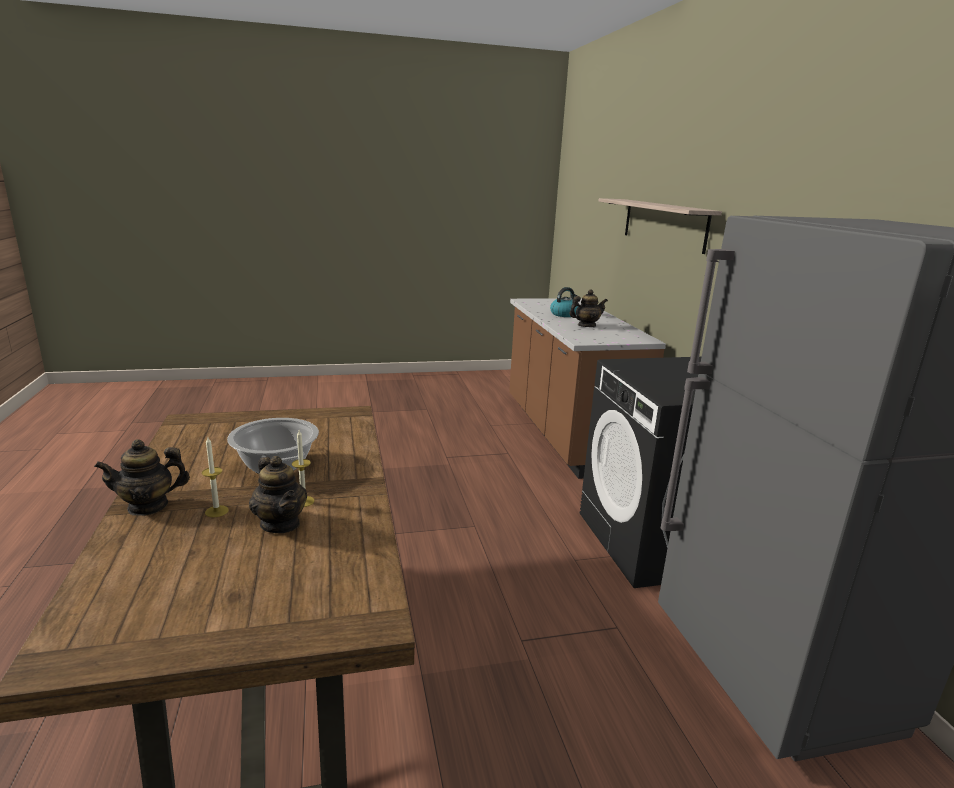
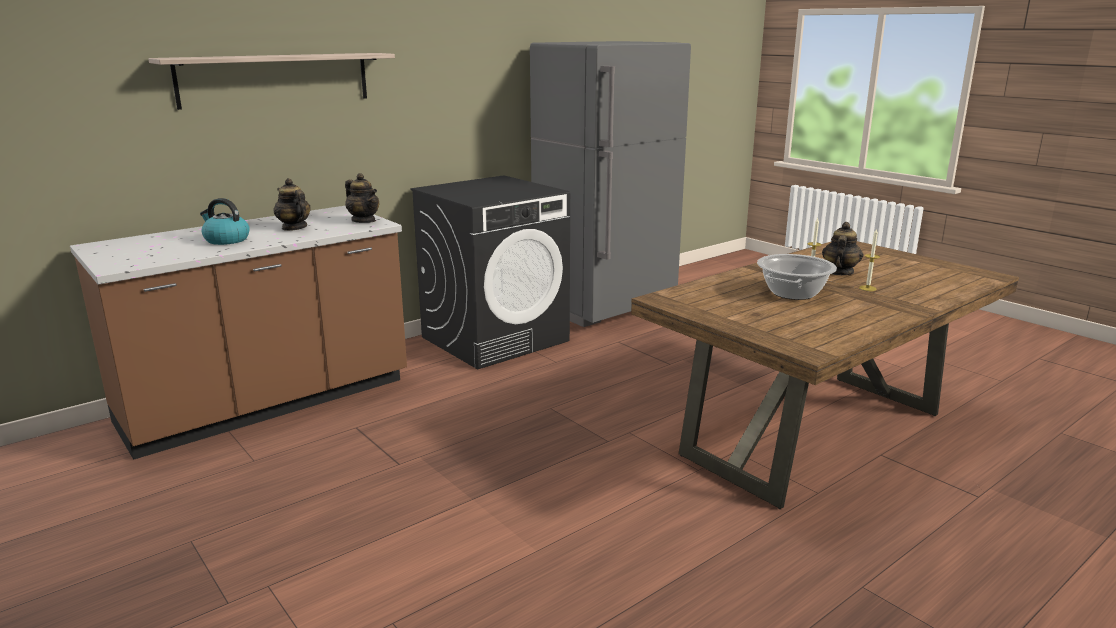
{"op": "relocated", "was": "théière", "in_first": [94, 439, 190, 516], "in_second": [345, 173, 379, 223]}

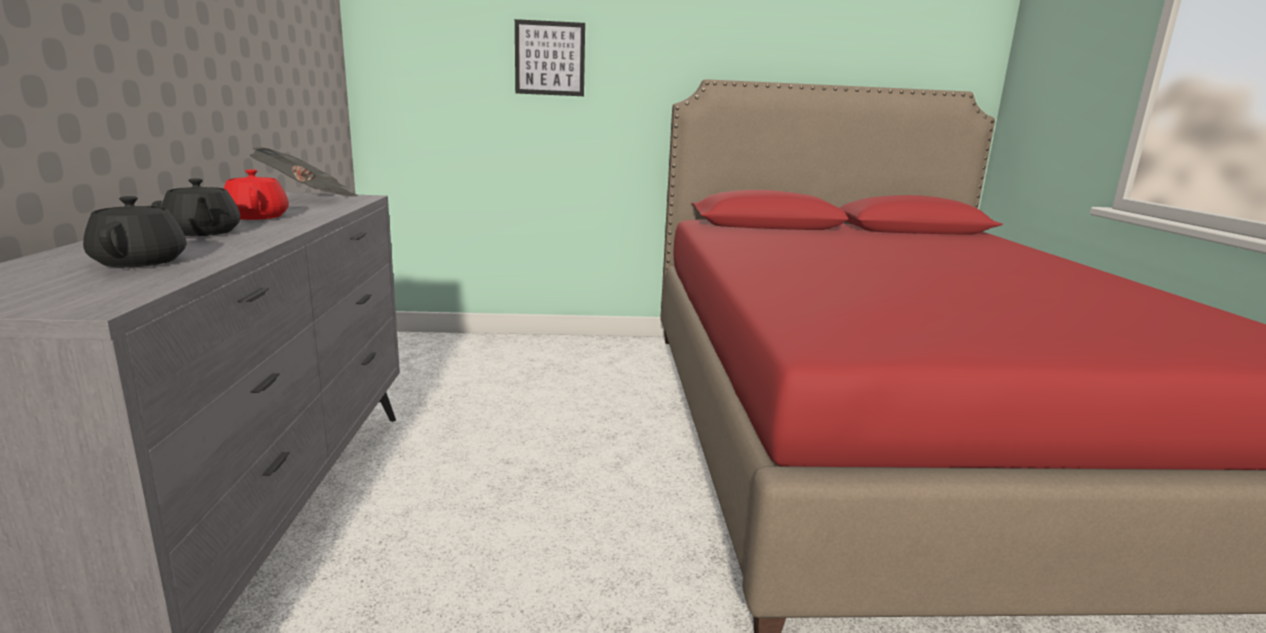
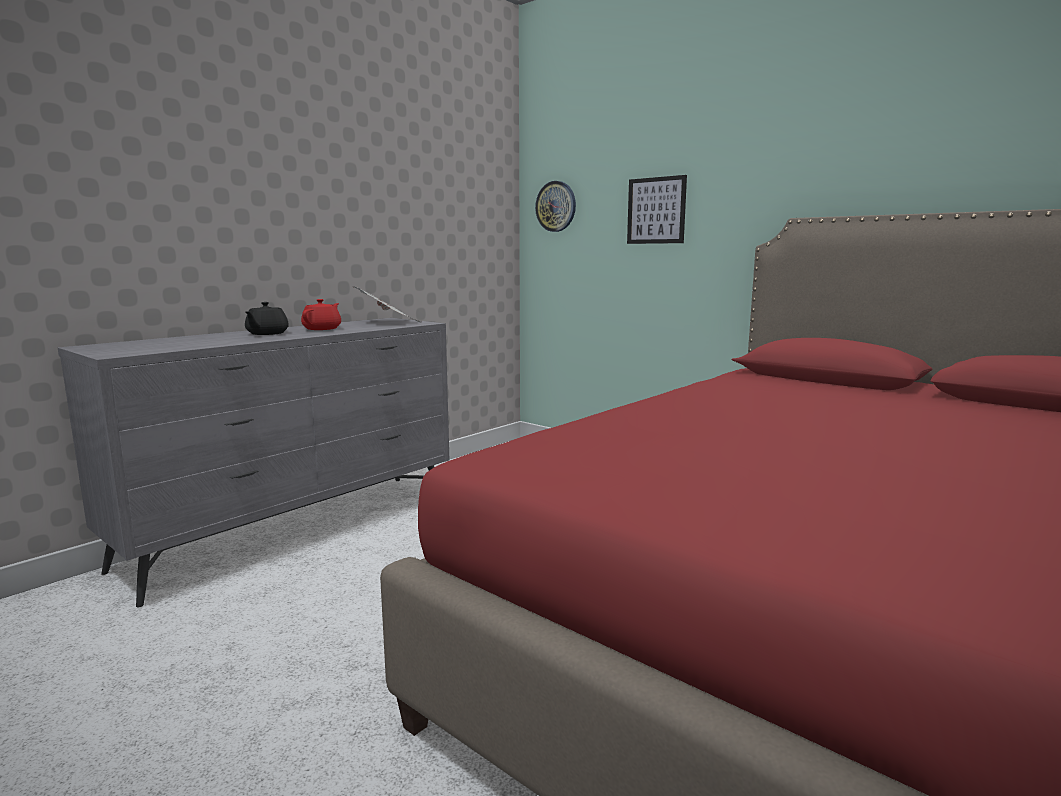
{"op": "missing", "was": "théière/noir", "in_first": [83, 196, 187, 267]}
{"op": "appeared", "now": "horloge murale", "in_second": [535, 181, 576, 232]}

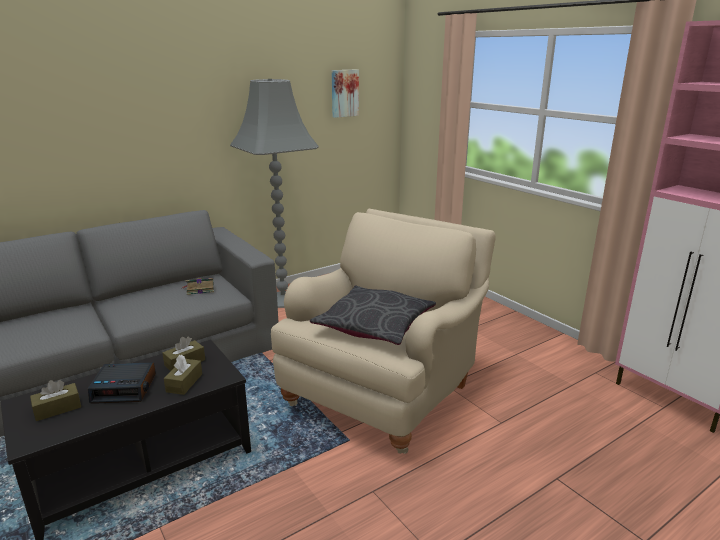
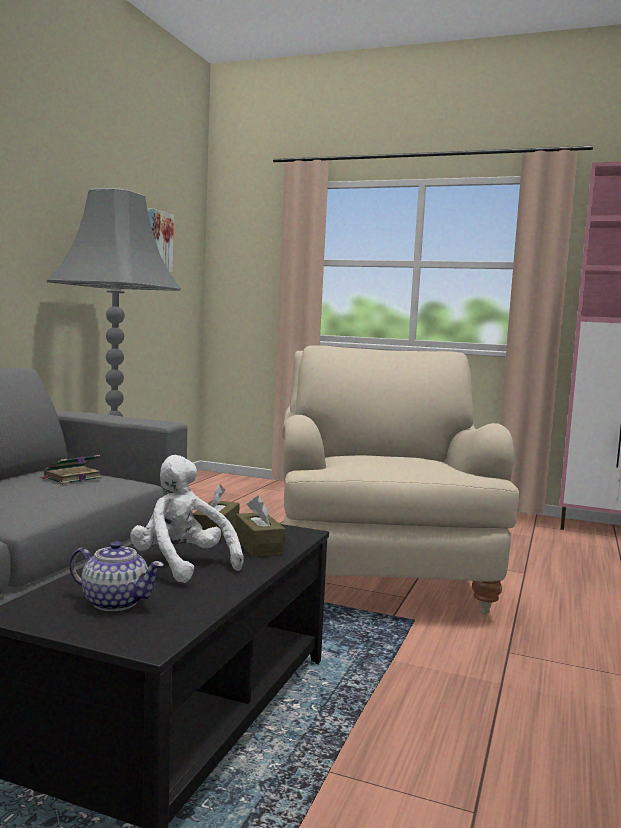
{"op": "exchanged", "was": "boîte à mouchoirs/marron", "now": "théière", "in_first": [30, 380, 81, 421], "in_second": [69, 541, 164, 611]}
{"op": "exchanged", "was": "réveil", "now": "peluche/blanc", "in_first": [88, 362, 156, 404], "in_second": [130, 455, 244, 583]}
{"op": "missing", "was": "coussin/gris", "in_first": [310, 286, 436, 345]}

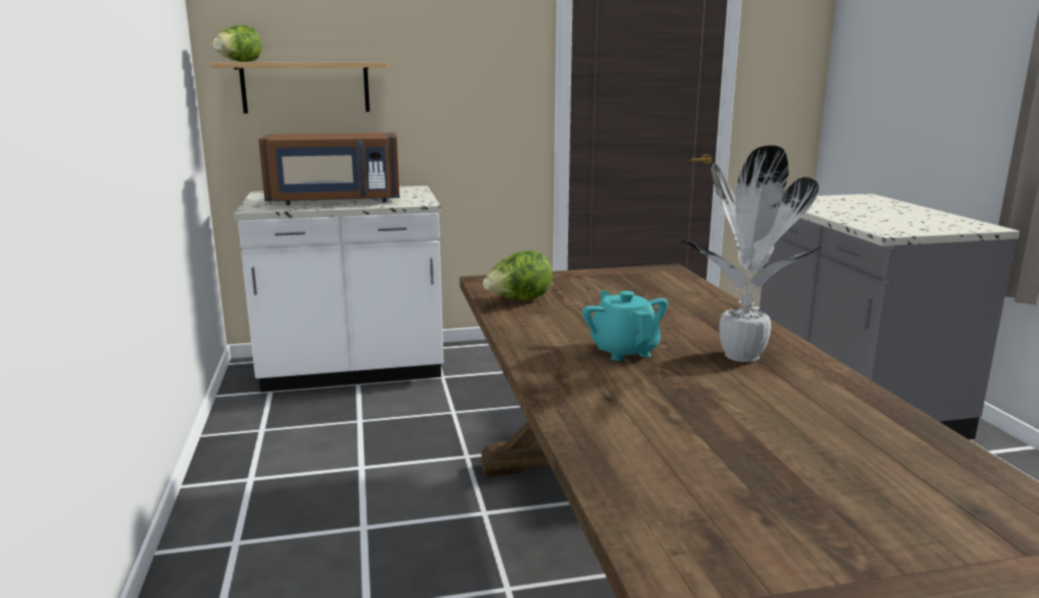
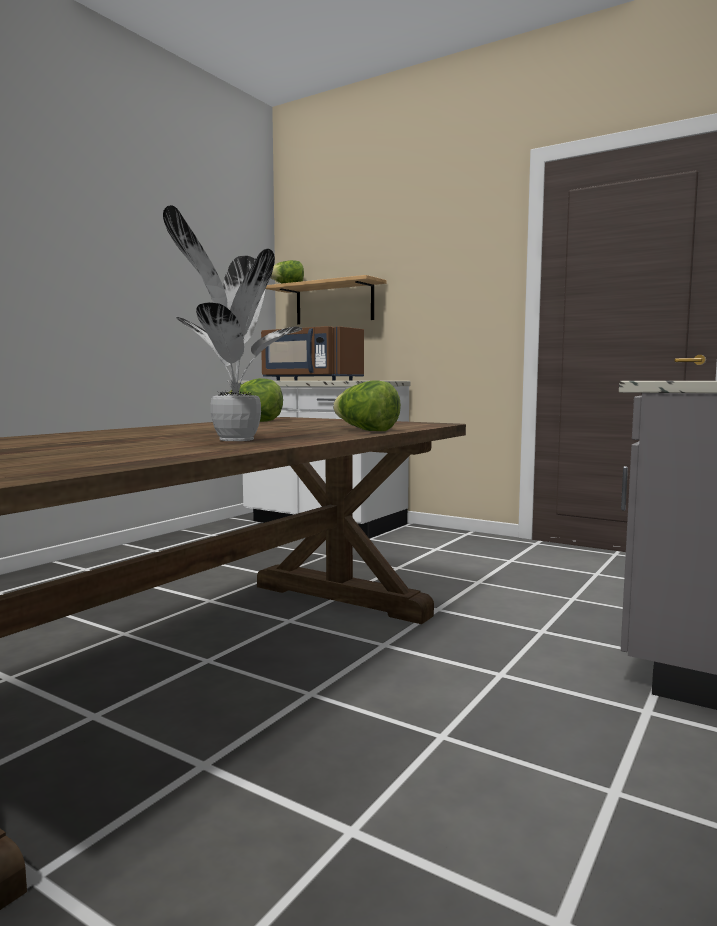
{"op": "missing", "was": "théière/turquoise", "in_first": [582, 291, 668, 361]}
{"op": "appeared", "now": "laitue", "in_second": [333, 381, 401, 431]}

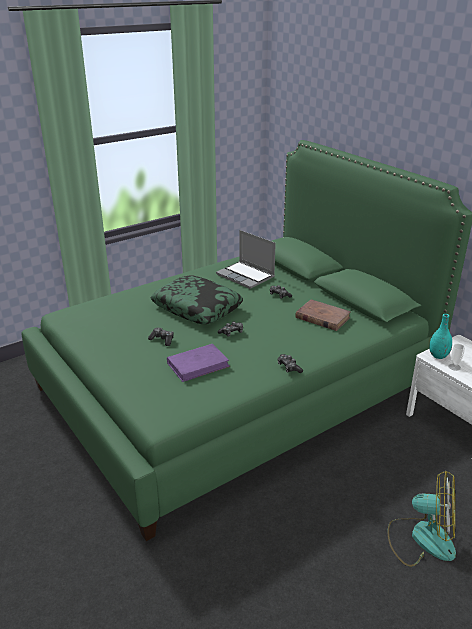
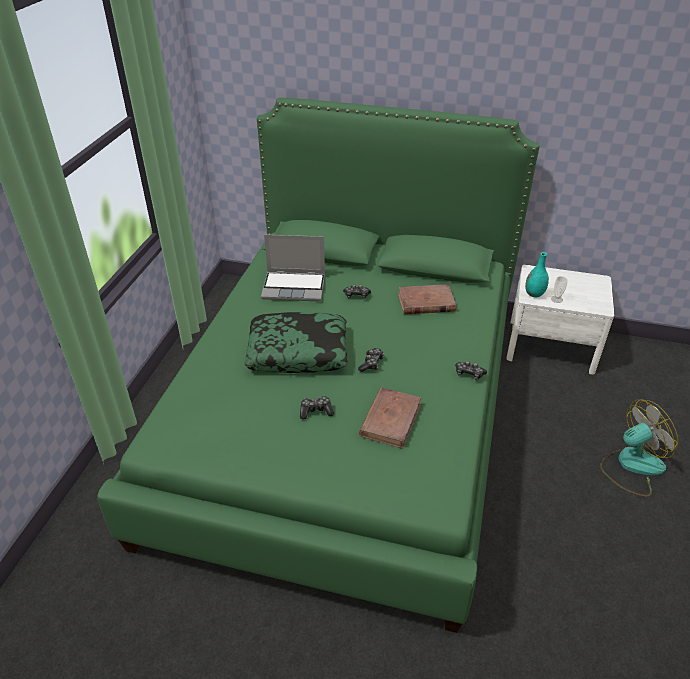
{"op": "colour", "was": "livre/violet", "now": "livre/marron", "in_first": [167, 344, 230, 382], "in_second": [359, 387, 422, 449]}

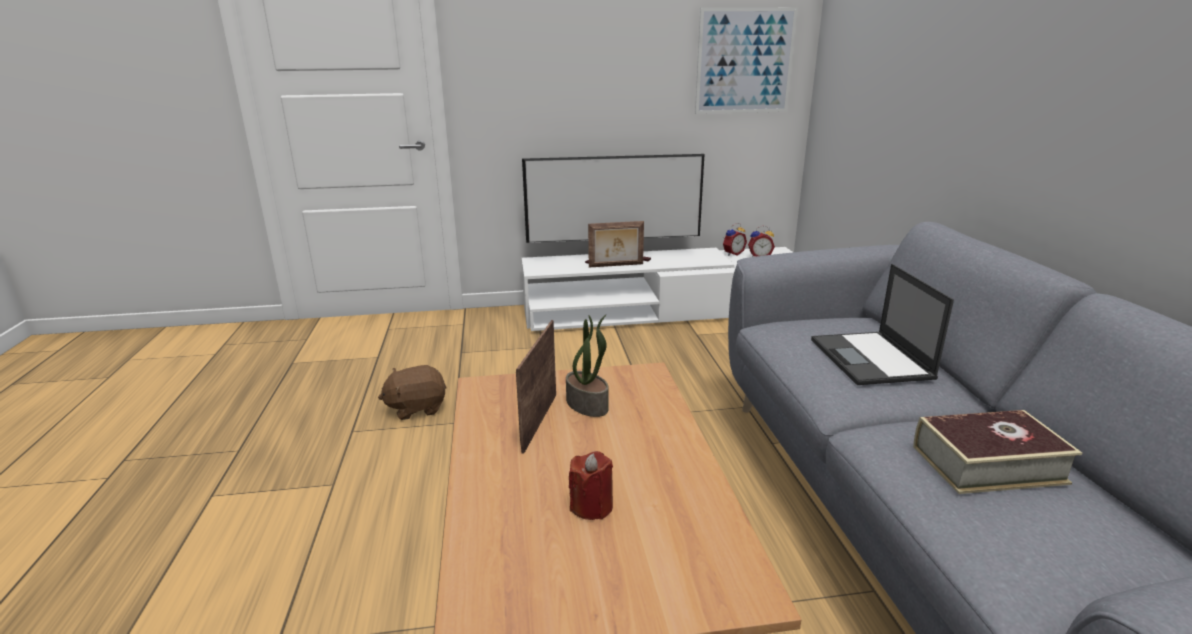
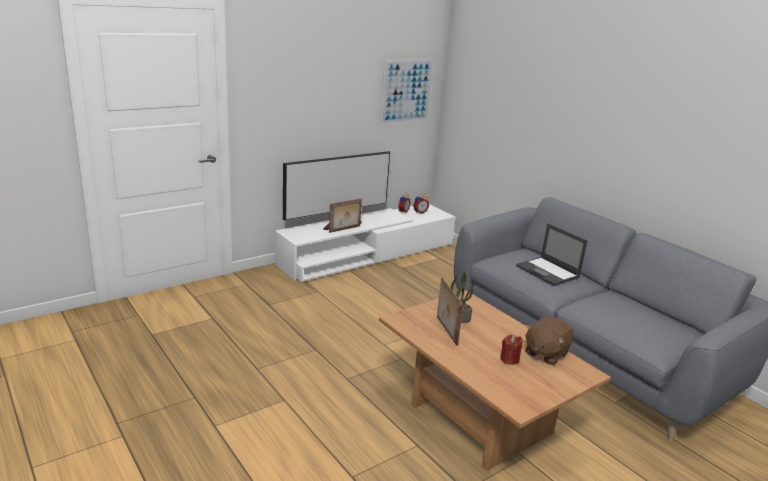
{"op": "relocated", "was": "peluche/marron", "in_first": [378, 365, 447, 420], "in_second": [525, 317, 573, 365]}
{"op": "missing", "was": "livre", "in_first": [913, 410, 1082, 494]}

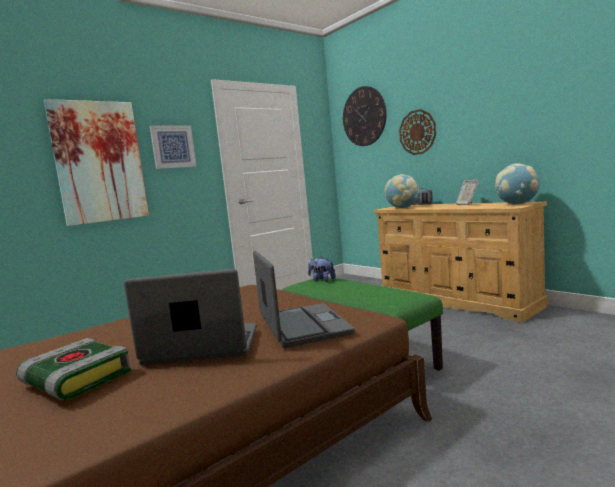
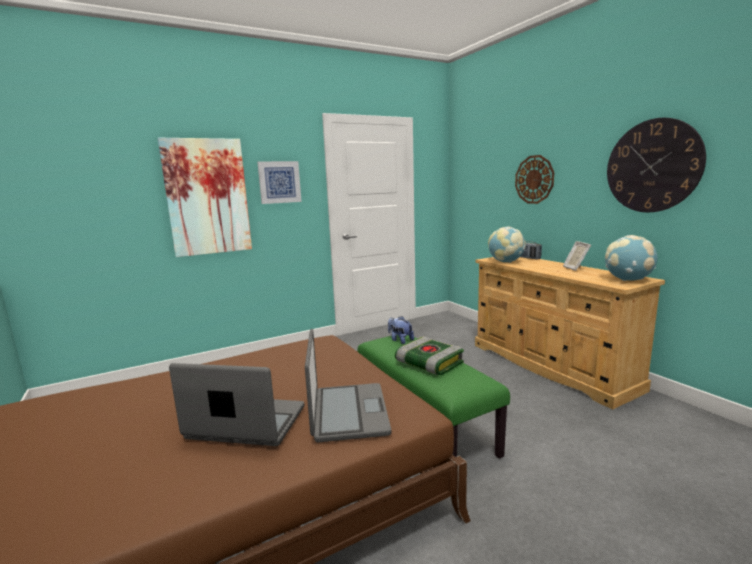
{"op": "relocated", "was": "livre", "in_first": [16, 338, 131, 400], "in_second": [395, 337, 464, 375]}
{"op": "relocated", "was": "horloge murale", "in_first": [343, 86, 387, 146], "in_second": [607, 118, 706, 212]}

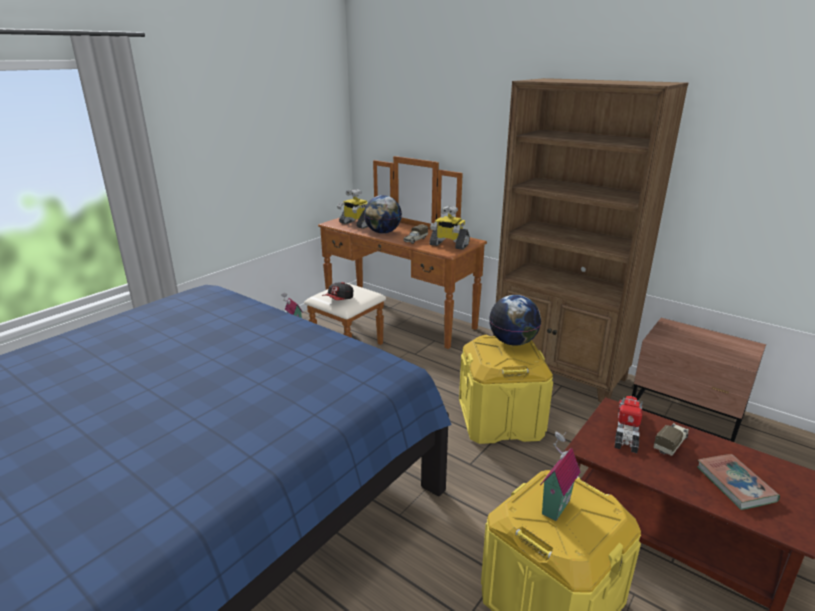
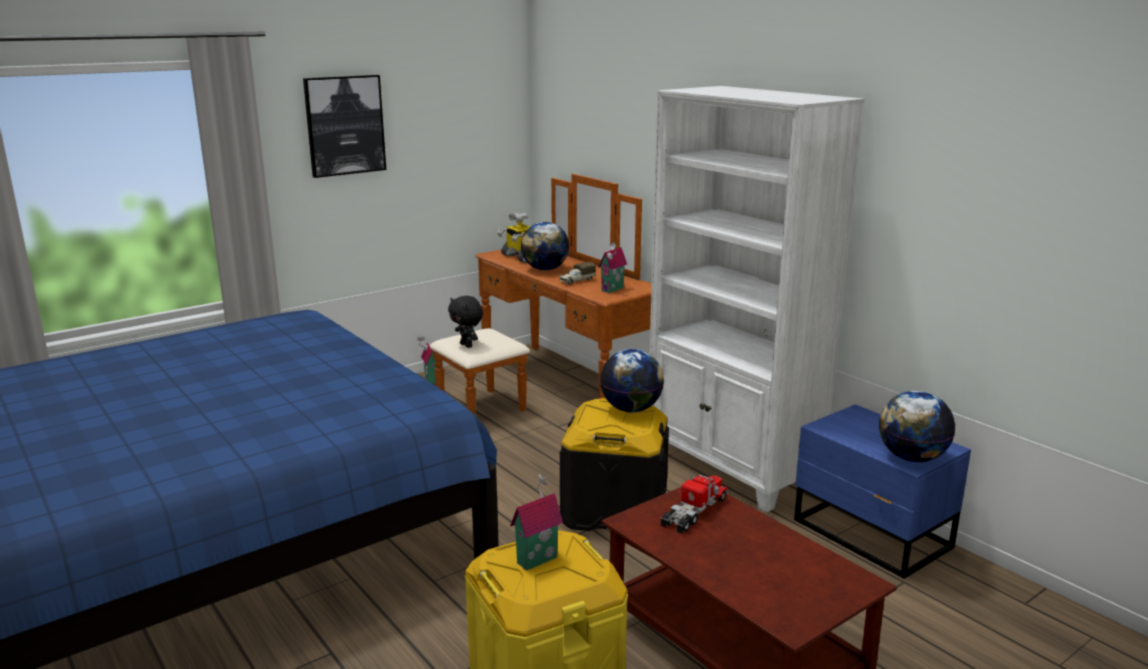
{"op": "exchanged", "was": "casquette", "now": "peluche/noir", "in_first": [322, 282, 353, 300], "in_second": [448, 296, 483, 348]}
{"op": "exchanged", "was": "robot jouet", "now": "maison miniature", "in_first": [430, 206, 470, 250], "in_second": [598, 242, 627, 293]}
{"op": "colour", "was": "boîte de rangement/jaune", "now": "boîte de rangement/noir", "in_first": [459, 335, 553, 444], "in_second": [560, 398, 669, 531]}
{"op": "colour", "was": "bibliothèque/marron", "now": "bibliothèque/blanc", "in_first": [493, 78, 688, 403], "in_second": [650, 86, 865, 513]}
{"op": "colour", "was": "table de chevet/marron", "now": "table de chevet/bleu", "in_first": [632, 318, 766, 442], "in_second": [794, 404, 971, 579]}
{"op": "missing", "was": "camion jouet", "in_first": [654, 423, 689, 456]}
{"op": "missing", "was": "livre", "in_first": [697, 454, 780, 510]}
{"op": "appeared", "now": "tableau", "in_second": [303, 75, 386, 178]}
{"op": "appeared", "now": "globe", "in_second": [879, 391, 955, 462]}

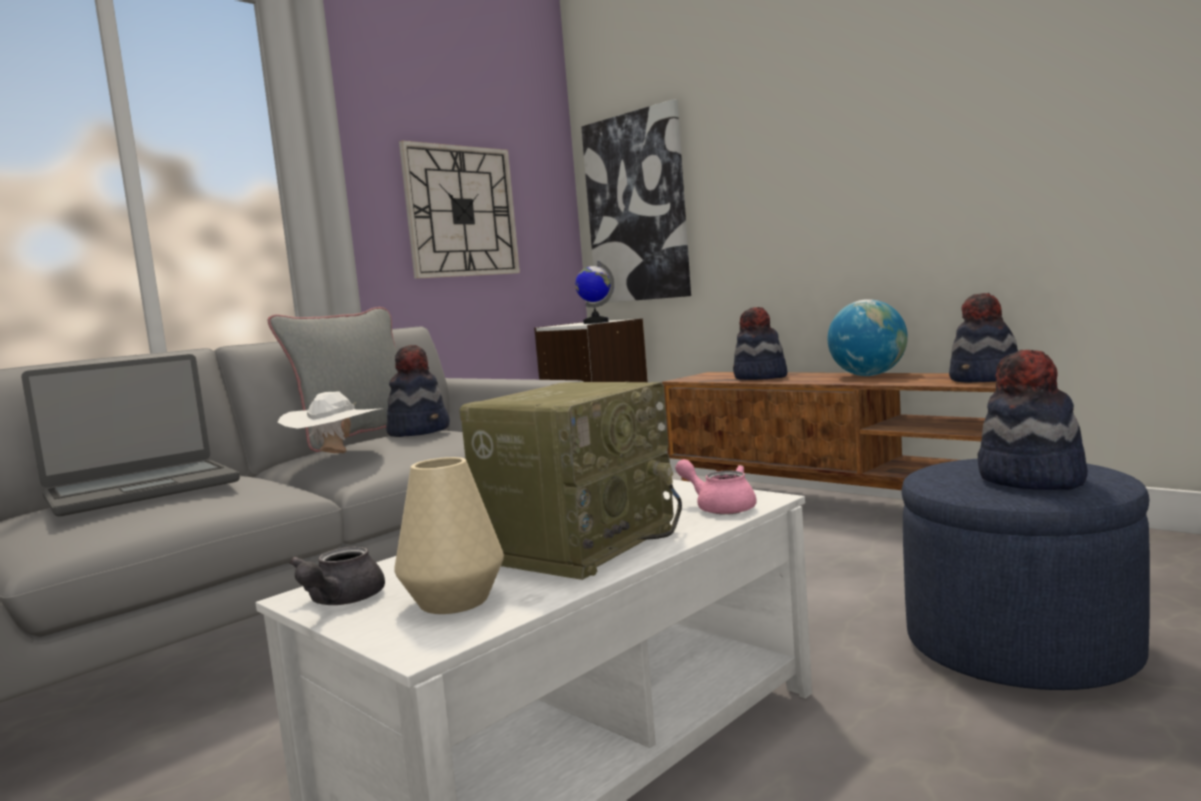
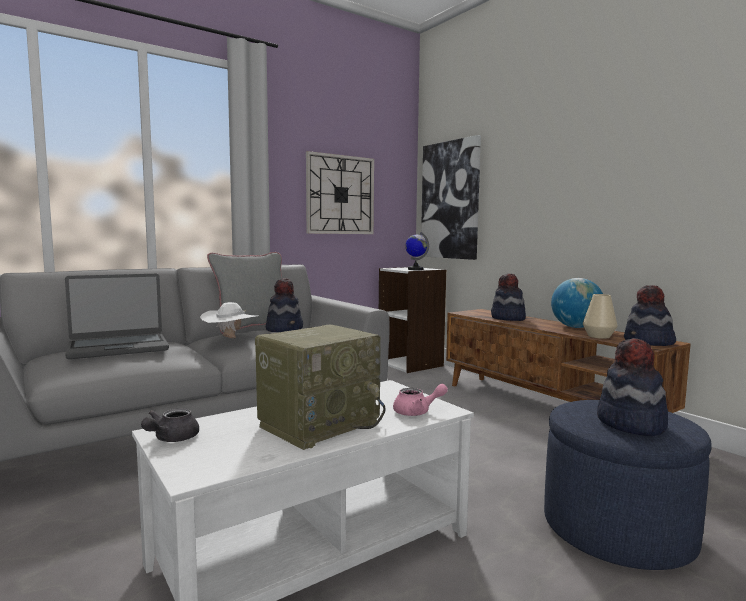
{"op": "relocated", "was": "vase/beige", "in_first": [394, 457, 504, 614], "in_second": [583, 294, 618, 339]}
{"op": "spun", "was": "théière/rose", "in_first": [675, 459, 756, 515], "in_second": [393, 384, 448, 416], "clockwise": 120}

